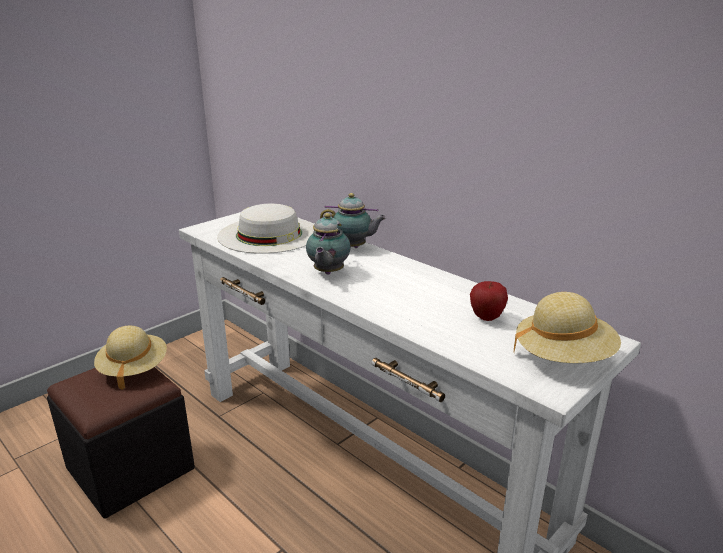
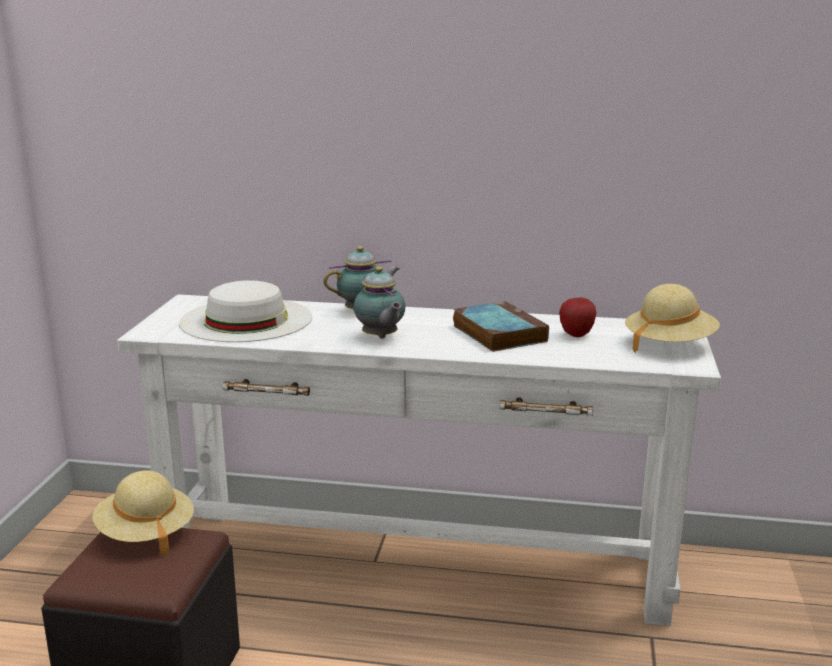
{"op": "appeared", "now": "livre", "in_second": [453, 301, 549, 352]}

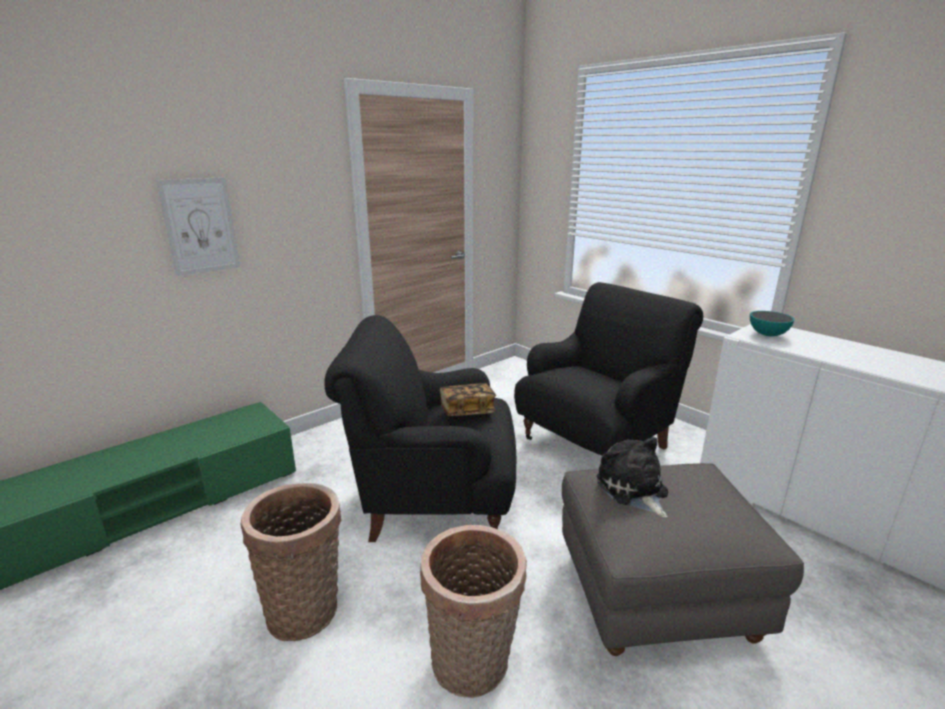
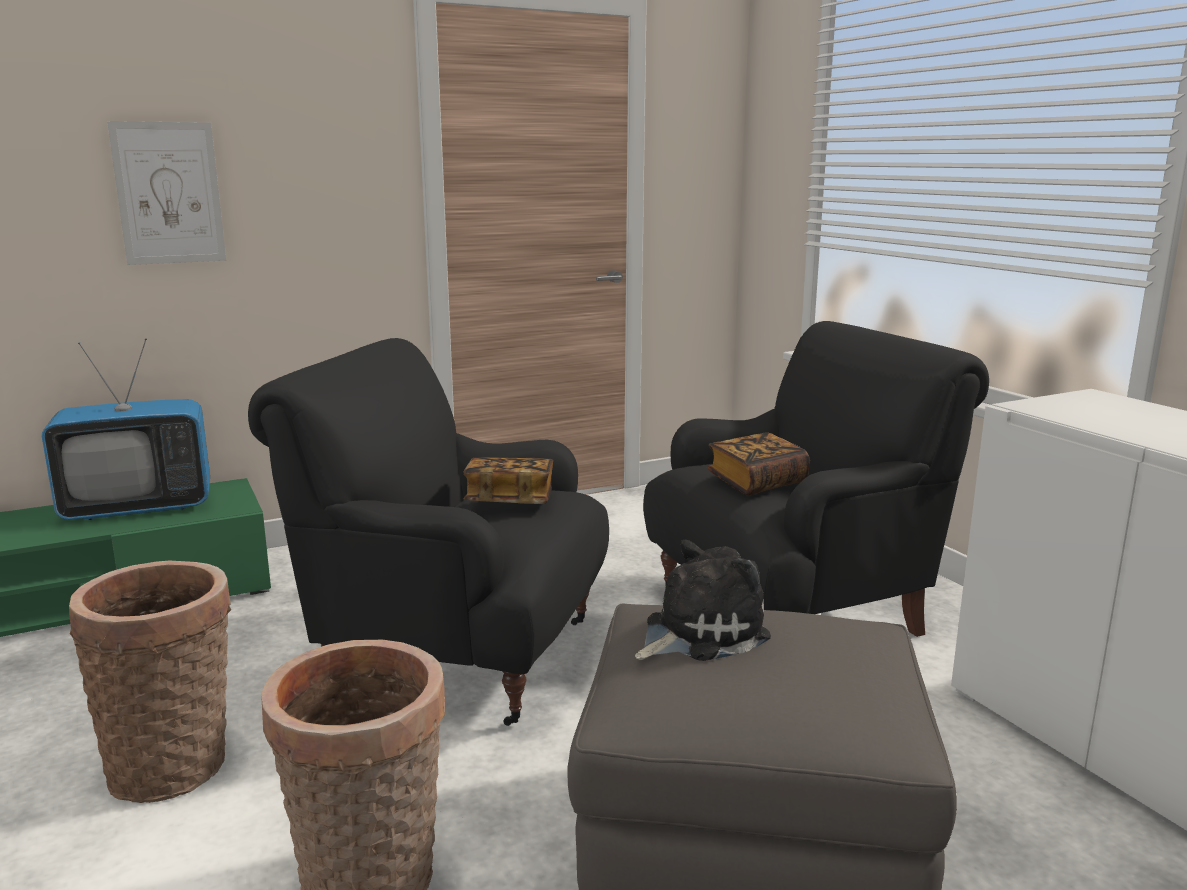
{"op": "spun", "was": "peluche", "in_first": [597, 437, 668, 518], "in_second": [635, 540, 771, 661], "clockwise": 60}
{"op": "missing", "was": "bol", "in_first": [750, 311, 795, 336]}
{"op": "appeared", "now": "téléviseur", "in_second": [41, 338, 210, 520]}
{"op": "appeared", "now": "livre", "in_second": [707, 432, 810, 495]}

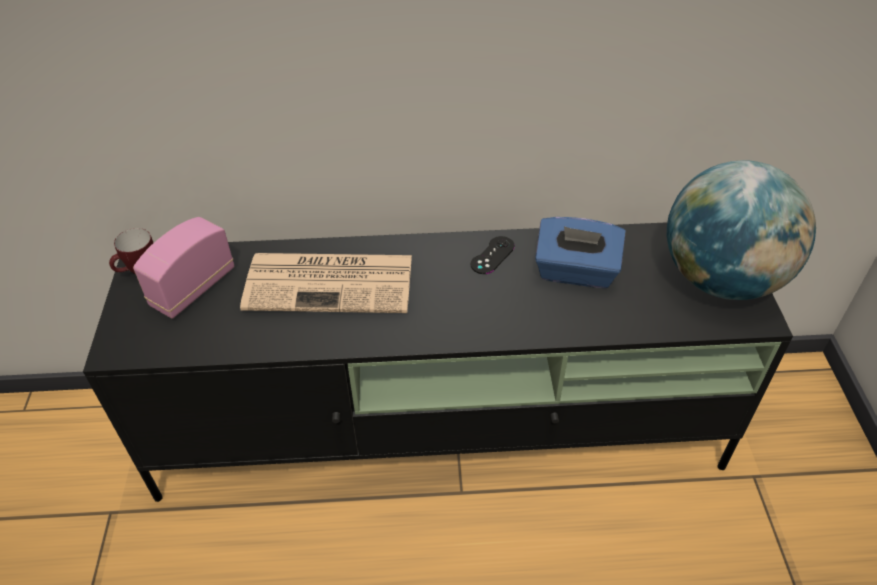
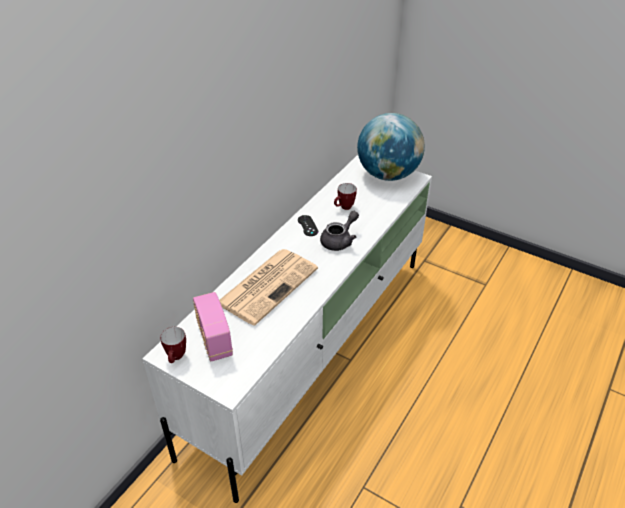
{"op": "colour", "was": "meuble télé/noir", "now": "meuble télé/blanc", "in_first": [83, 222, 793, 502], "in_second": [142, 155, 432, 503]}
{"op": "exchanged", "was": "boîte à mouchoirs/bleu", "now": "mug", "in_first": [535, 217, 626, 288], "in_second": [334, 183, 357, 210]}
{"op": "appeared", "now": "théière/gris", "in_second": [320, 211, 359, 251]}

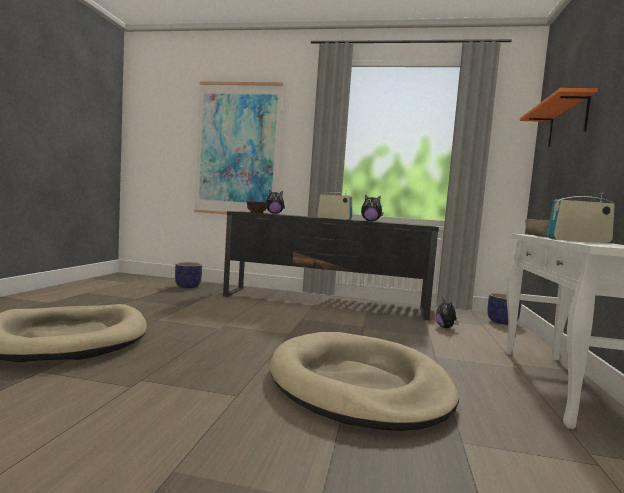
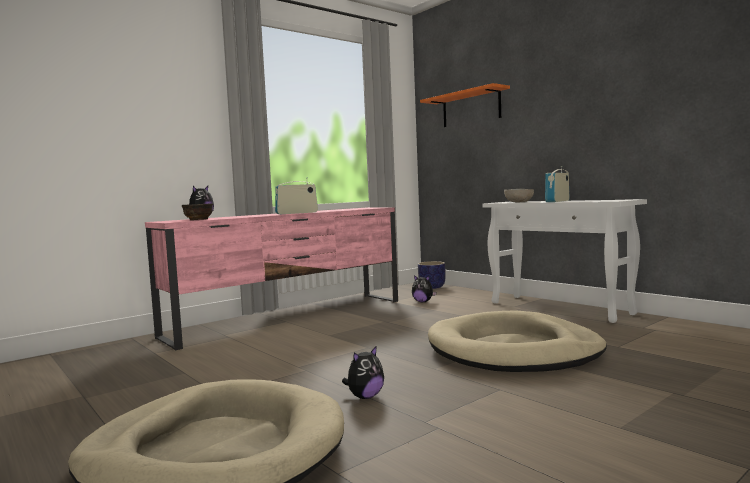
{"op": "missing", "was": "cache-pot", "in_first": [175, 262, 202, 288]}
{"op": "missing", "was": "tableau", "in_first": [194, 81, 283, 214]}
{"op": "colour", "was": "meuble télé/noir", "now": "meuble télé/rose", "in_first": [223, 211, 439, 320], "in_second": [145, 207, 398, 350]}
{"op": "relocated", "was": "peluche", "in_first": [361, 195, 383, 222], "in_second": [342, 346, 384, 399]}

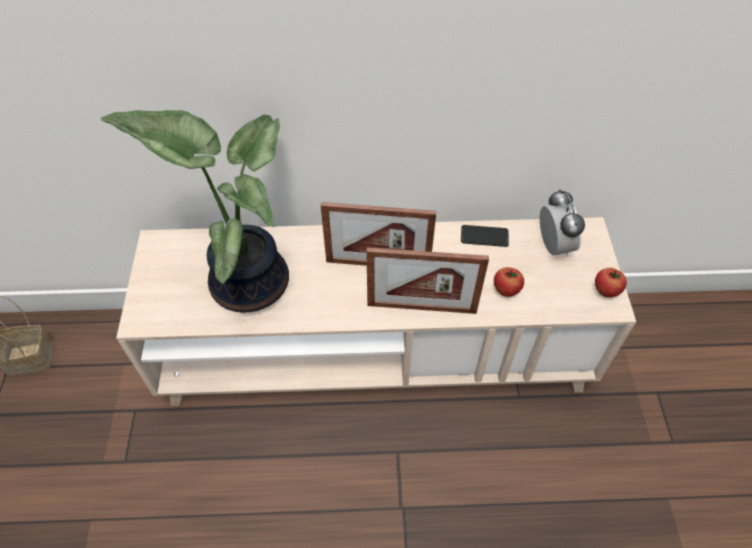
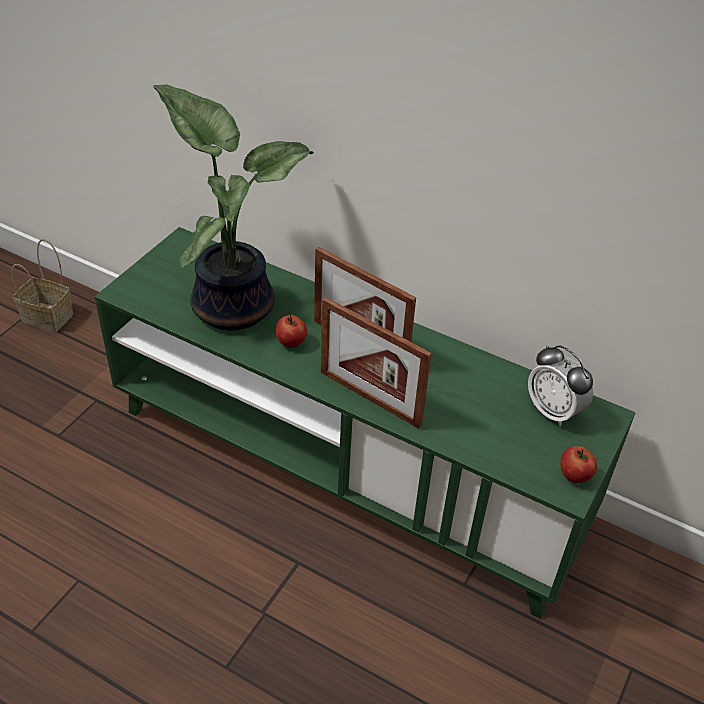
{"op": "colour", "was": "meuble télé/beige", "now": "meuble télé/vert", "in_first": [116, 217, 636, 406], "in_second": [95, 227, 636, 619]}
{"op": "missing", "was": "téléphone", "in_first": [461, 225, 509, 247]}
{"op": "relocated", "was": "pomme", "in_first": [494, 267, 524, 297], "in_second": [276, 315, 307, 348]}
{"op": "spun", "was": "réveil", "in_first": [540, 189, 585, 256], "in_second": [528, 345, 593, 427], "clockwise": 120}

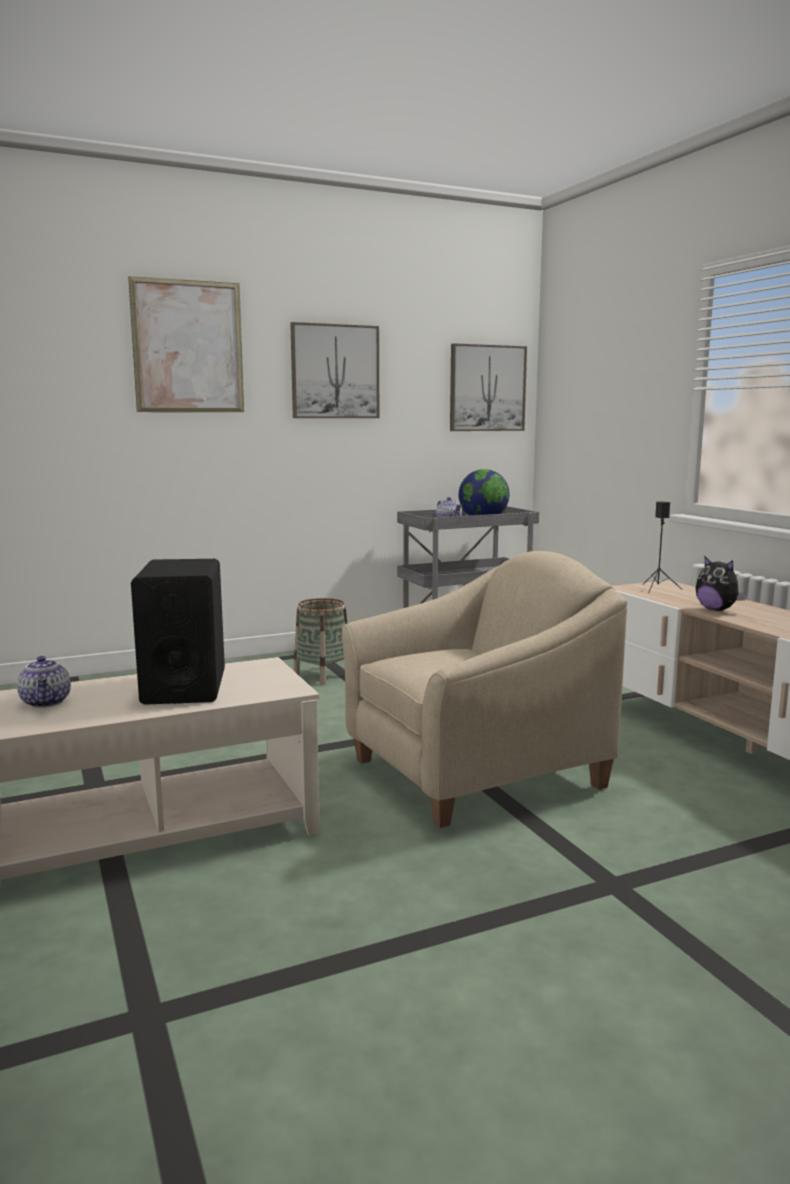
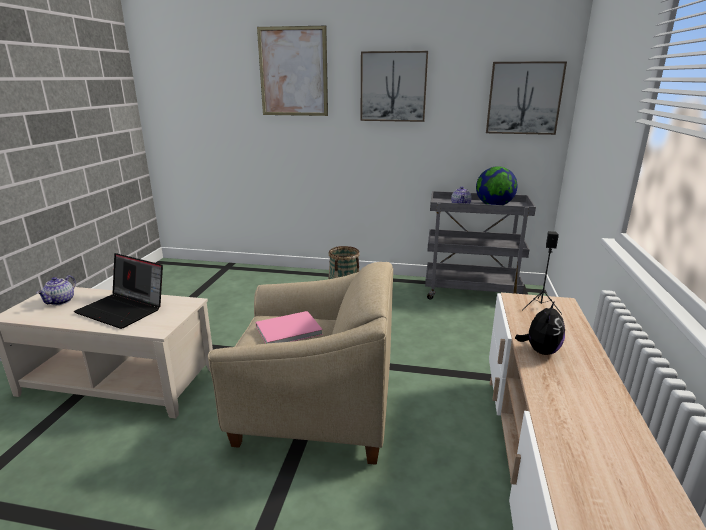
{"op": "exchanged", "was": "enceinte/noir", "now": "ordinateur portable", "in_first": [131, 559, 225, 705], "in_second": [74, 253, 163, 329]}
{"op": "spun", "was": "peluche", "in_first": [695, 556, 746, 611], "in_second": [515, 301, 565, 355], "clockwise": -150}
{"op": "appeared", "now": "livre/rose", "in_second": [256, 311, 323, 344]}

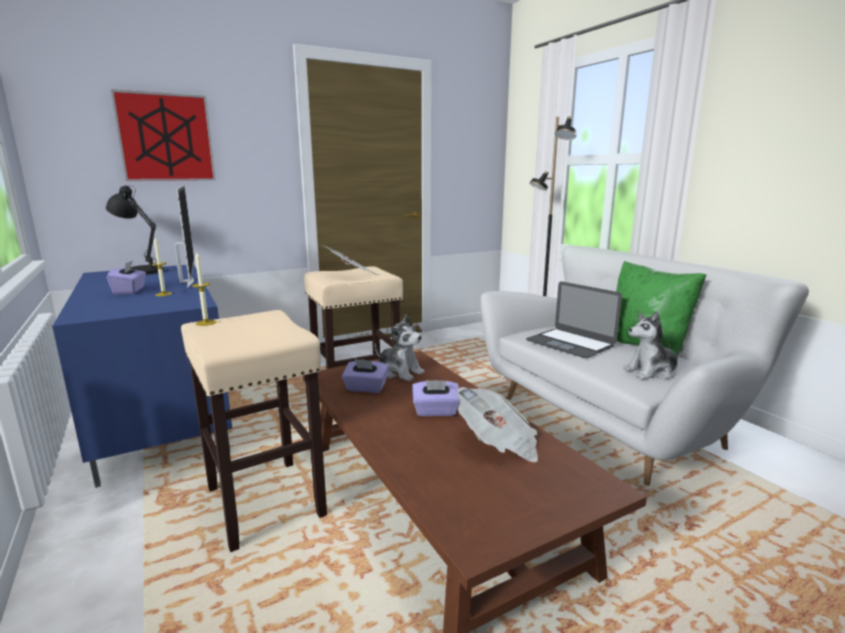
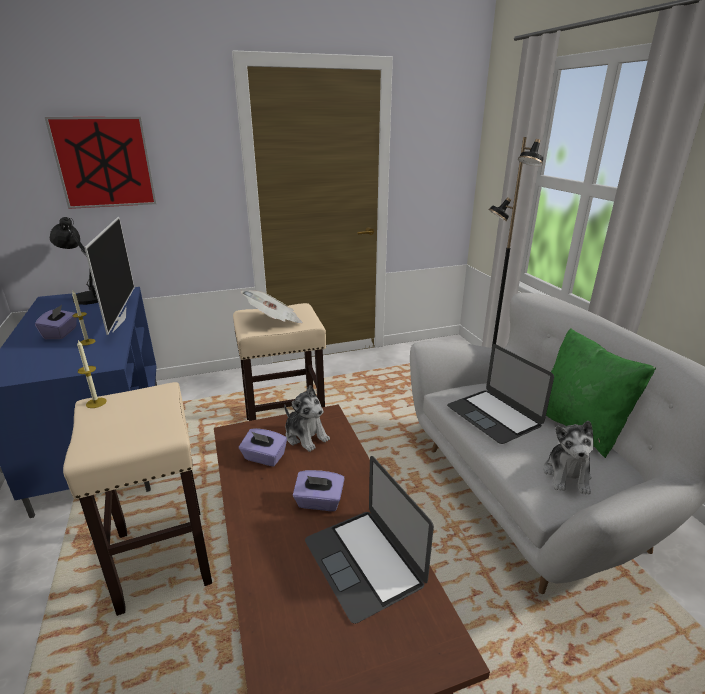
{"op": "exchanged", "was": "journal", "now": "ordinateur portable", "in_first": [457, 387, 538, 462], "in_second": [305, 456, 434, 624]}
{"op": "spun", "was": "peluche", "in_first": [623, 311, 684, 380], "in_second": [543, 421, 594, 494], "clockwise": -75}

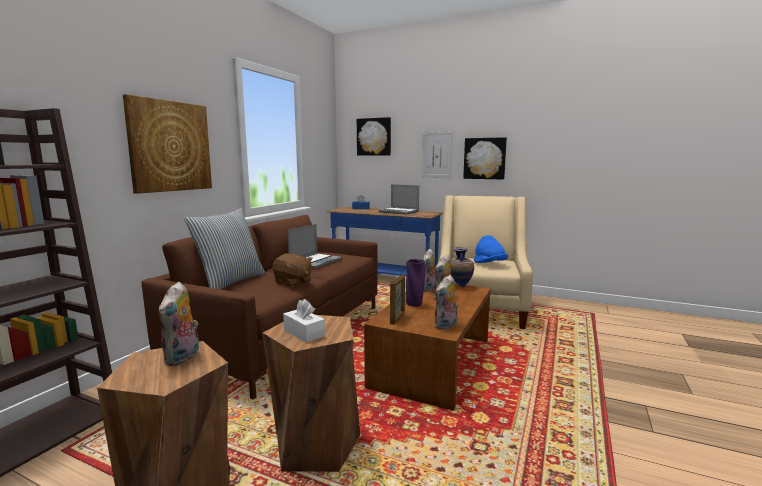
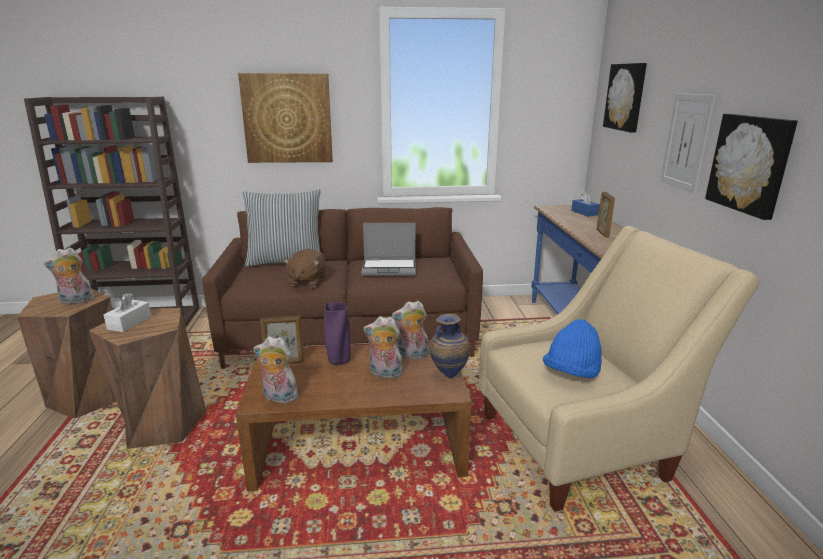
{"op": "exchanged", "was": "ordinateur portable", "now": "cadre photo", "in_first": [379, 184, 419, 215], "in_second": [597, 192, 615, 238]}

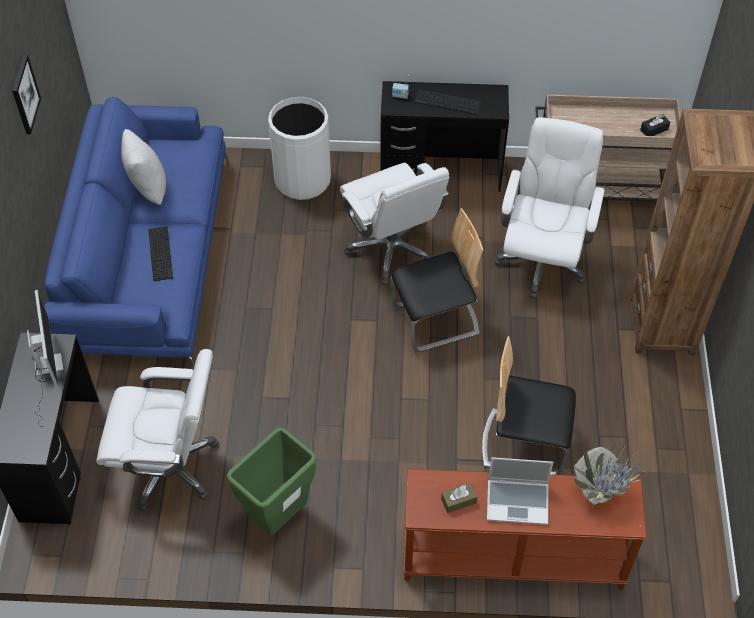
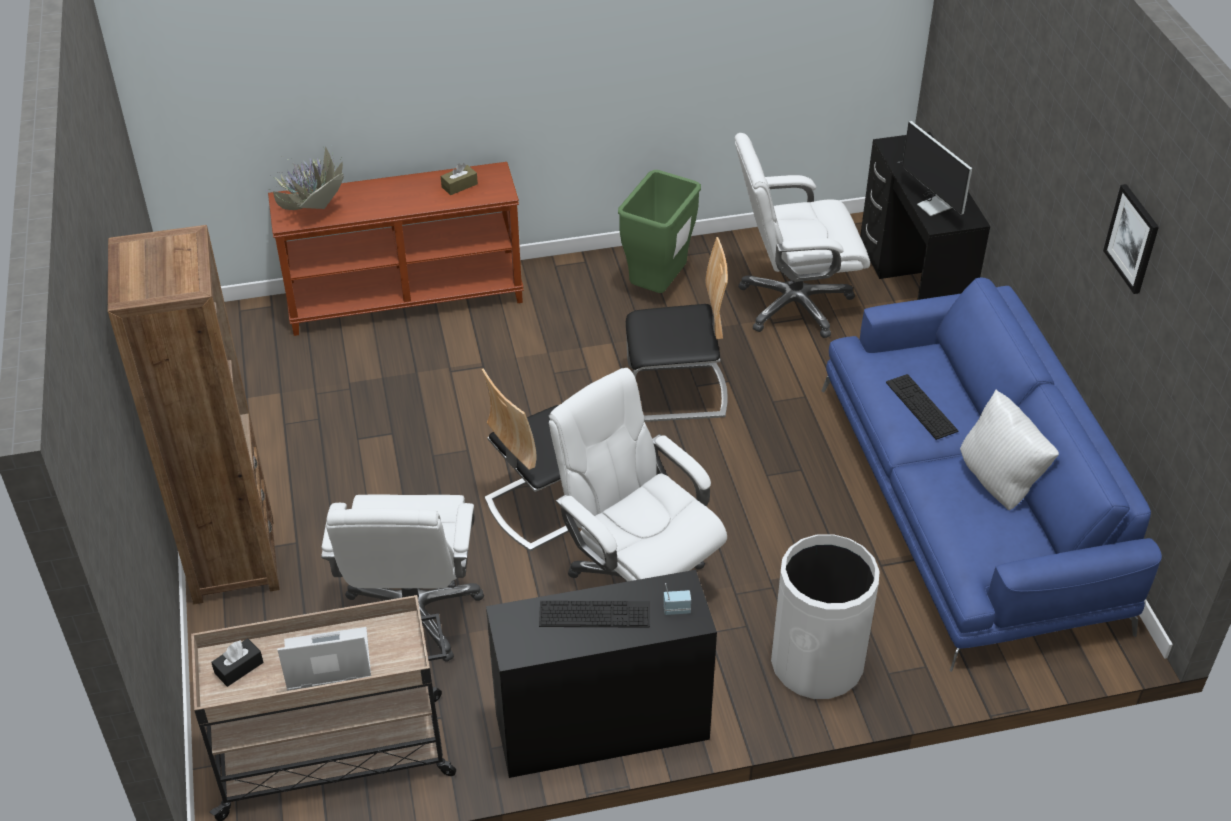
{"op": "relocated", "was": "chaise", "in_first": [482, 336, 576, 475], "in_second": [626, 237, 728, 422]}
{"op": "relocated", "was": "ordinateur portable", "in_first": [487, 457, 553, 525], "in_second": [277, 627, 371, 690]}

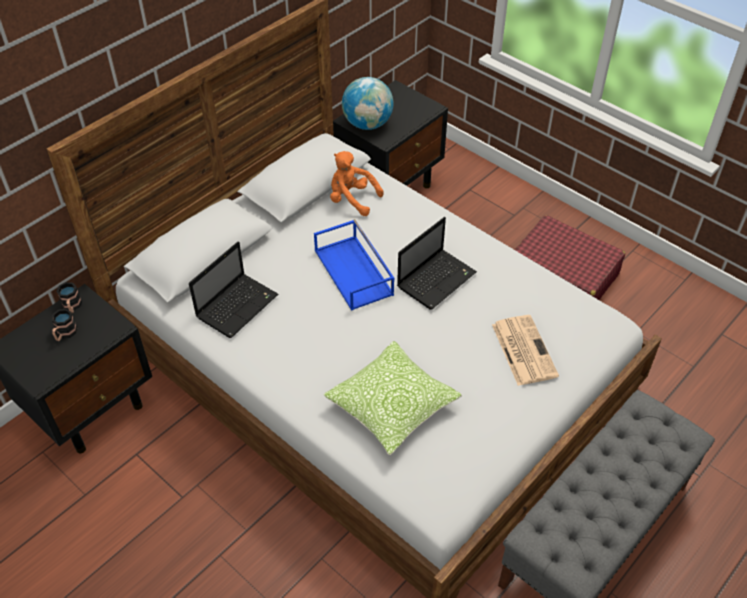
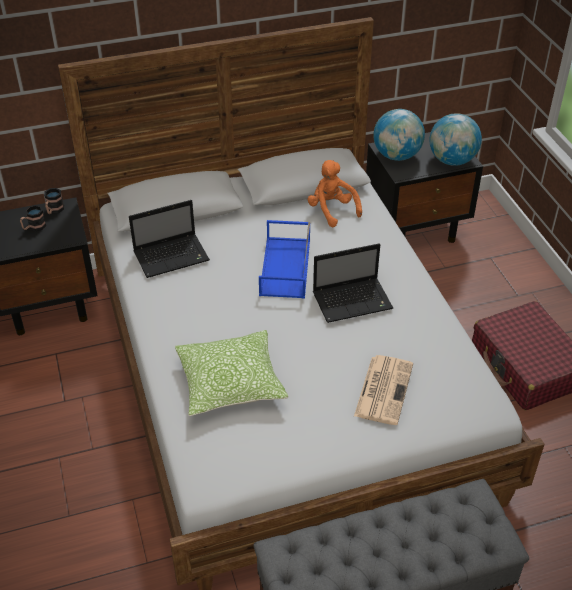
{"op": "appeared", "now": "globe", "in_second": [429, 113, 482, 166]}

